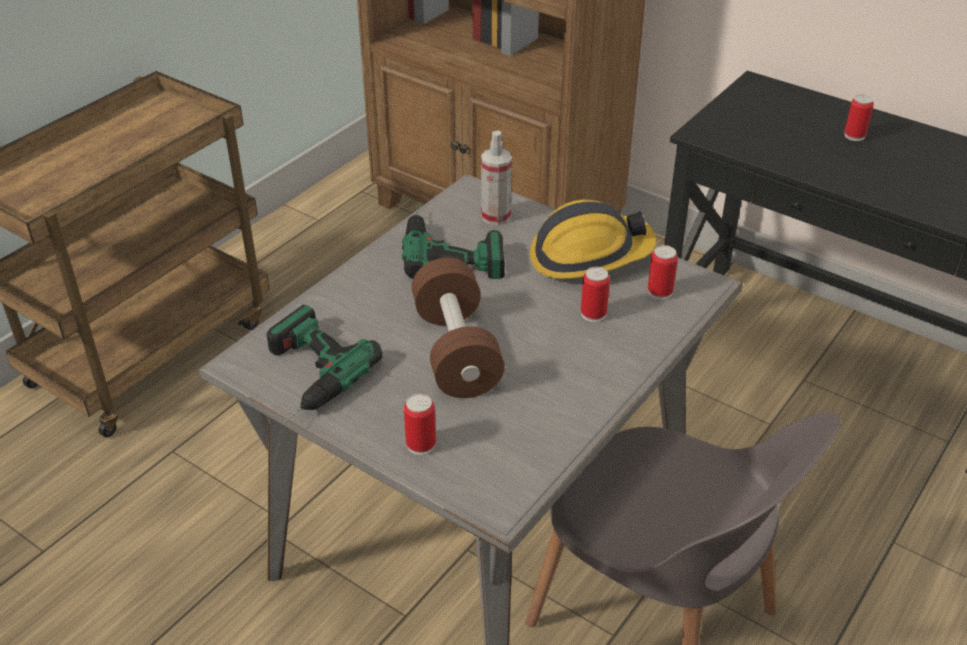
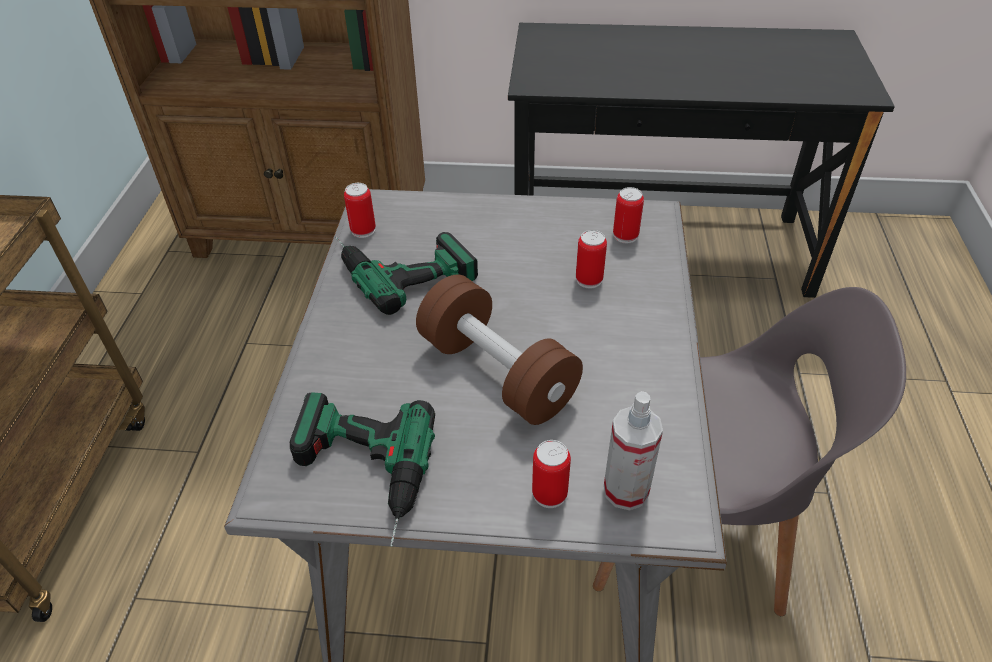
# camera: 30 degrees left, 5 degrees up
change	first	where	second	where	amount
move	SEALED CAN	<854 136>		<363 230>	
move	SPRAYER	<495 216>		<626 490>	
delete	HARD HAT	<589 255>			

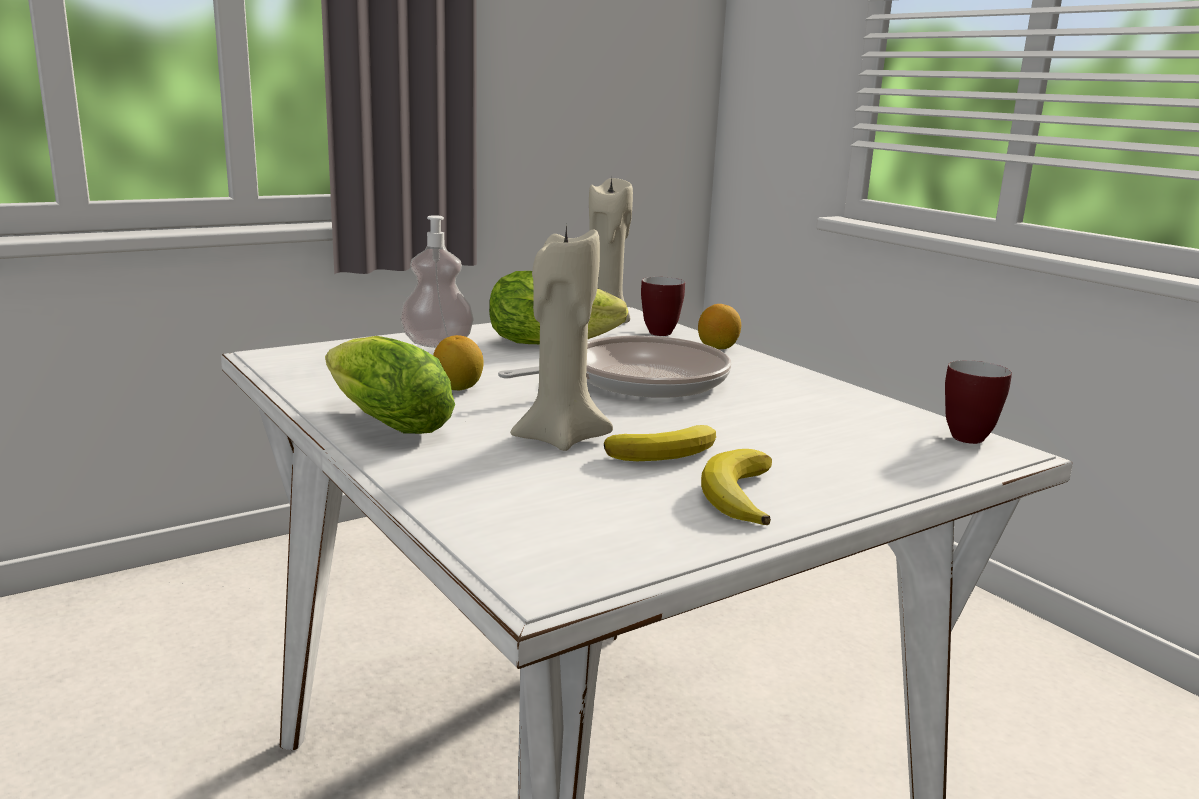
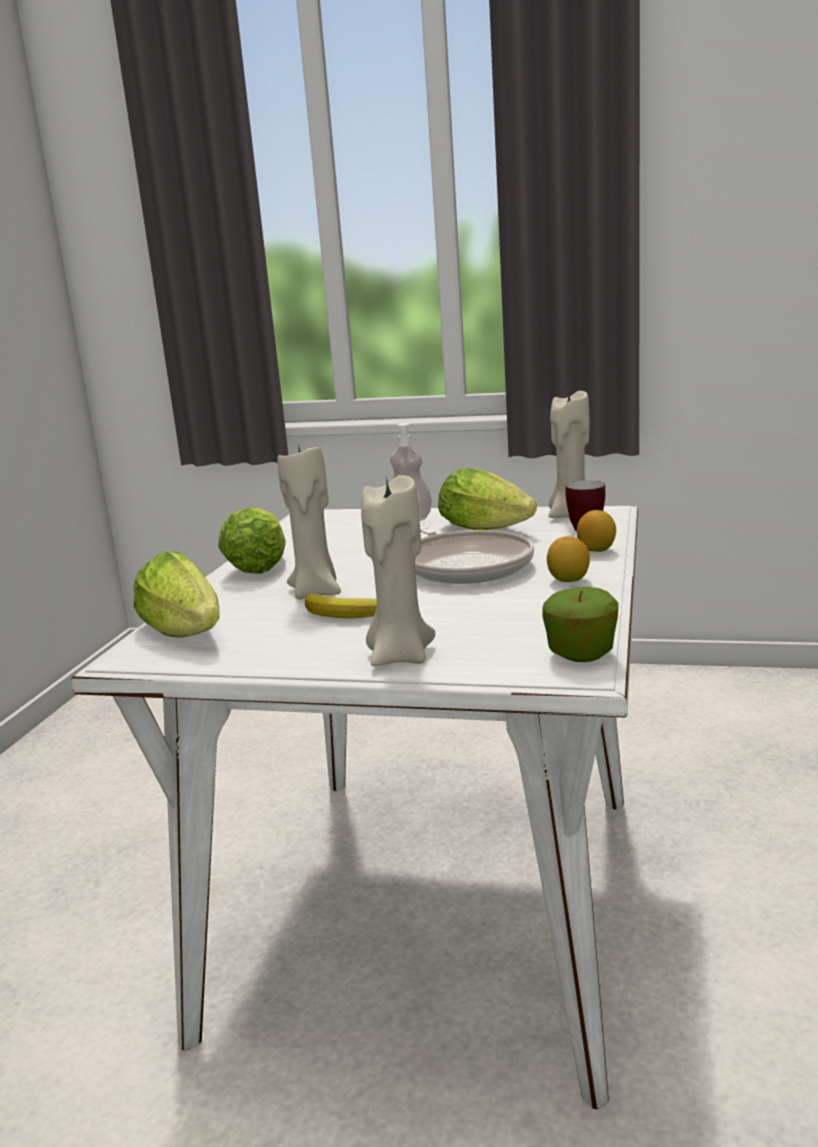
# camera: 50 degrees right, 0 degrees up
change	first	where	second	where	amount
move	WHOLE LEMON	<458 388>		<568 580>	
rotate	PAN	<638 381>		<463 565>	45 degrees clockwise
replace	MUG	<962 435>	APPLE FRUIT	<581 654>	
delete	WHOLE BANANA	<737 494>			
insert			BEIGE WAX CANDLE	<400 656>	
insert			LETTUCE	<186 632>	

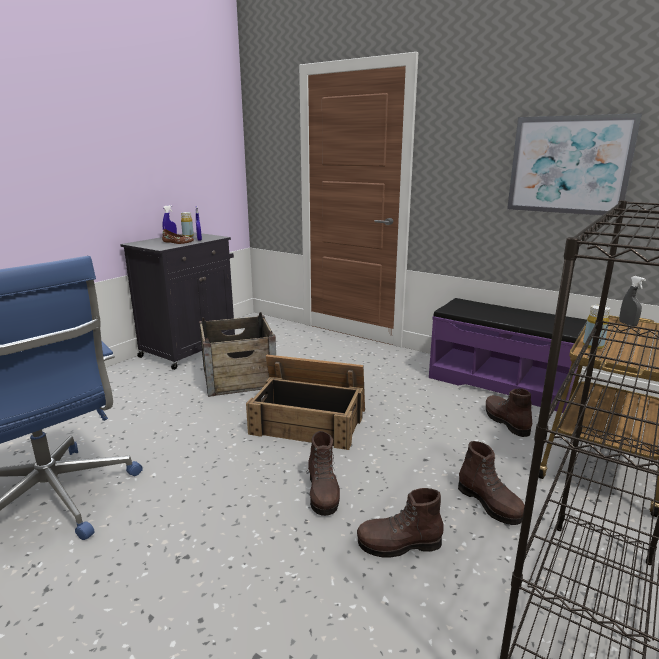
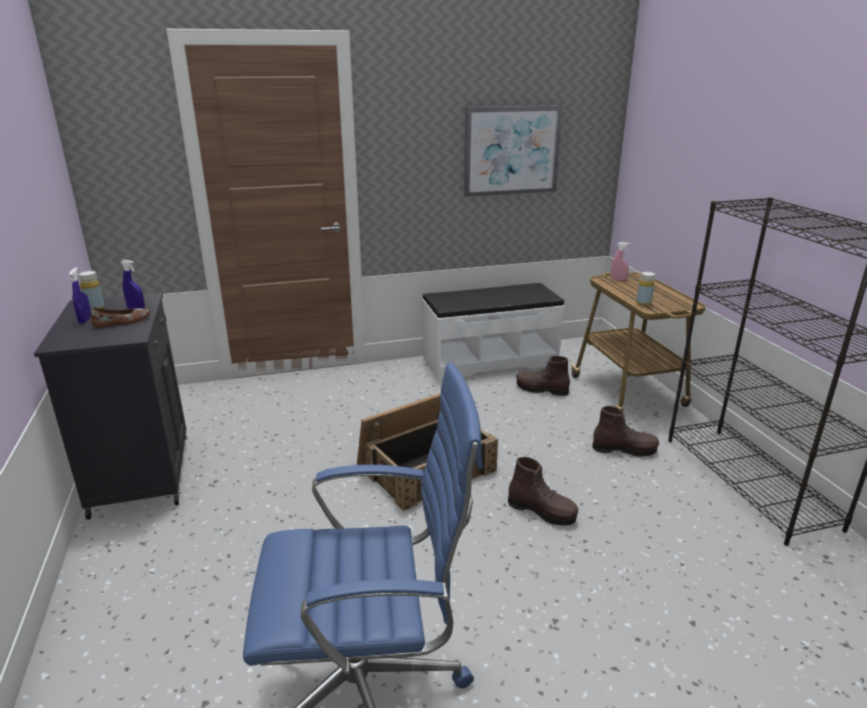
# camera: 50 degrees left, 5 degrees up
change	first	where	second	where	amount
recolor	GREY SPRAYER	<627 324>	PINK SPRAYER	<618 279>	
recolor	PURPLE-COLOURED LONG SEAT	<500 383>	WHITE LONG SEAT	<489 361>	
delete	SHIPPING CRATE	<239 377>			
delete	BROWNISH HIGH-TOP BOOT	<399 544>			

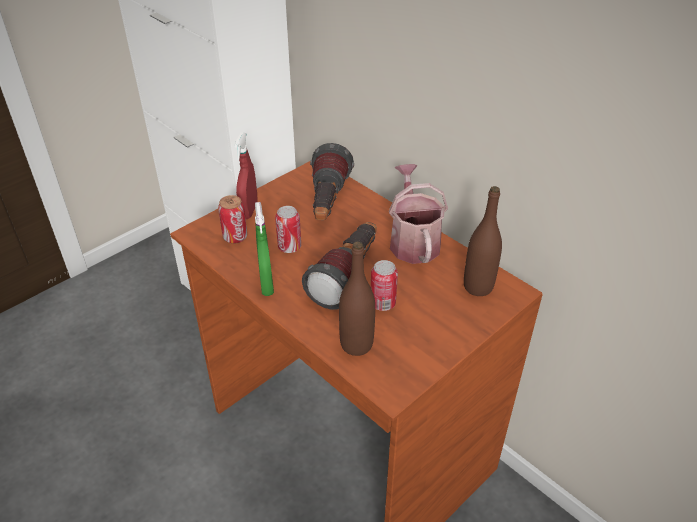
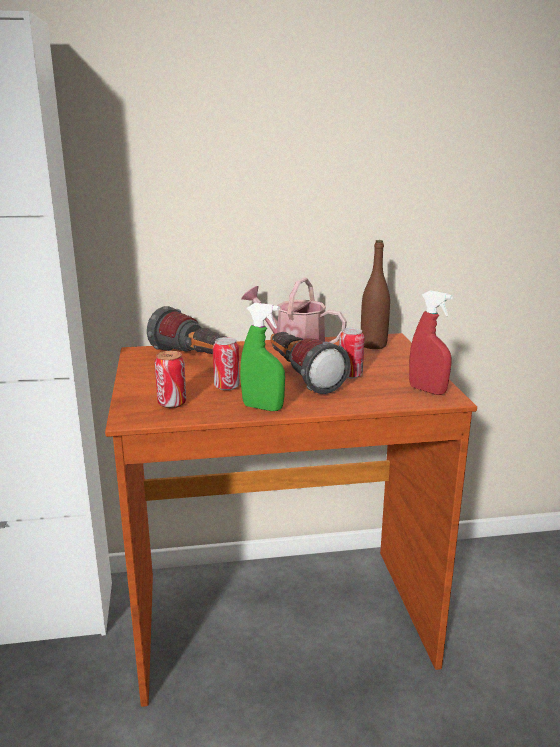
# camera: 55 degrees left, 20 degrees down
change	first	where	second	where	amount
move	REDDISH SPRAYER	<249 211>		<427 390>	
delete	BROWNISH DRINK BOTTLE	<356 344>			

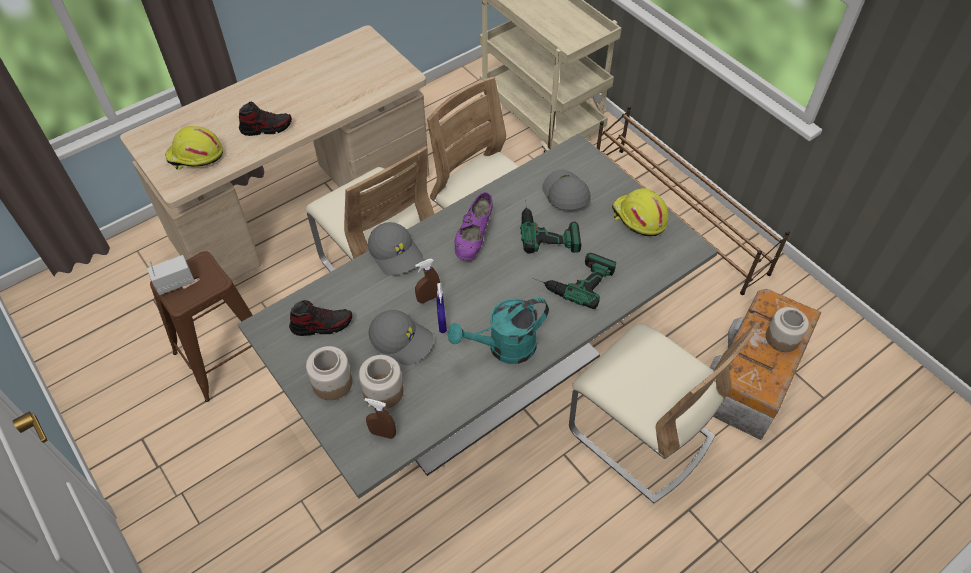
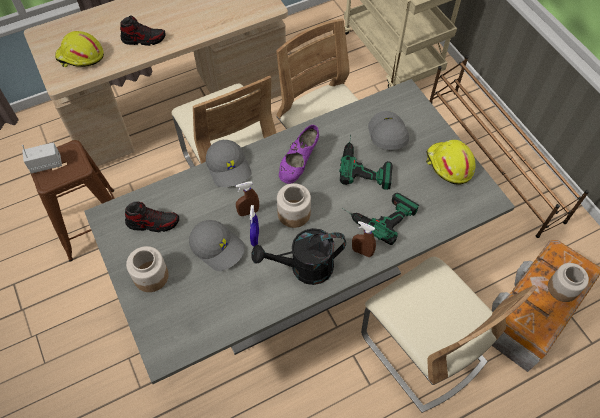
# camera: 10 degrees right, 5 degrees up
change	first	where	second	where	amount
recolor	TURQUOISE WATERING CAN	<504 348>	BLACKISH WATERING CAN	<304 268>	
move	PRESERVE JAR	<382 391>		<293 213>	
move	BROWNISH SPRAYER	<382 433>		<362 252>	

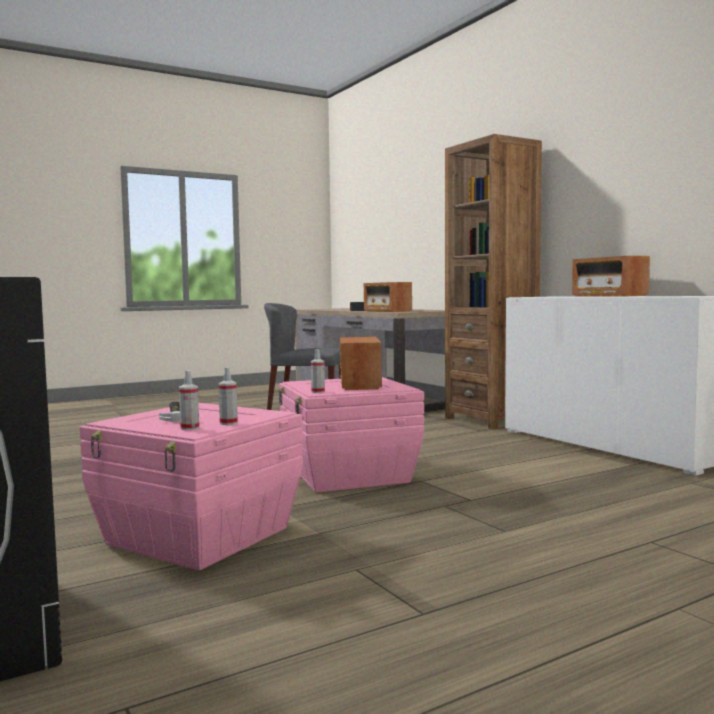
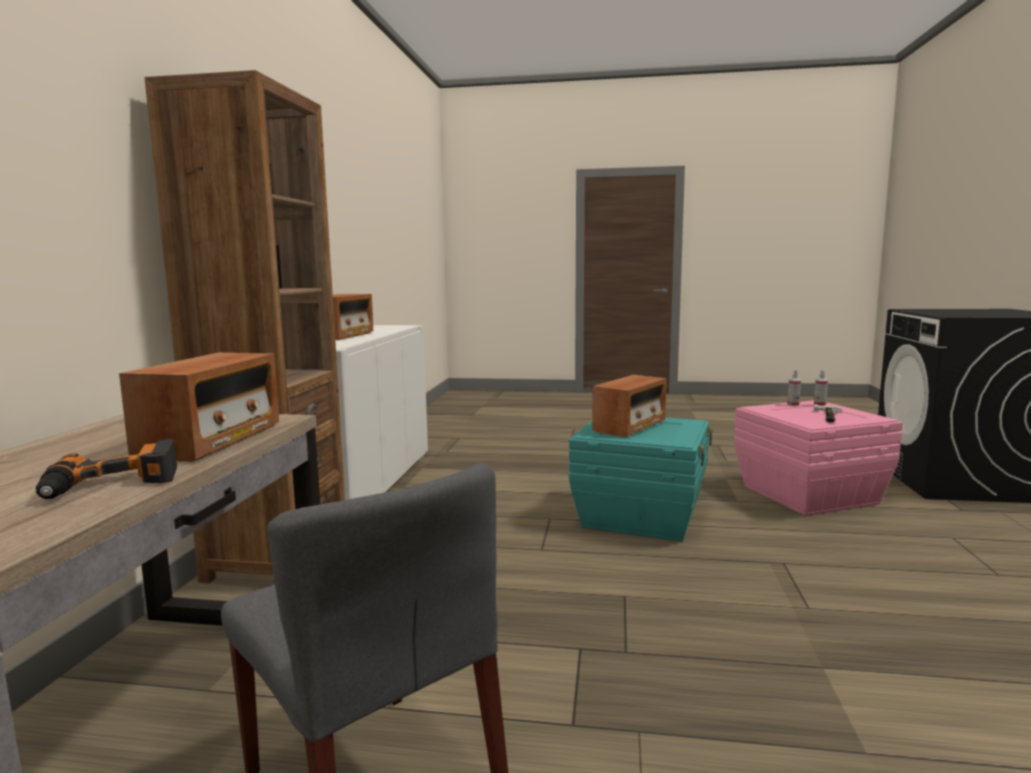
# camera: 140 degrees left, 5 degrees up
change	first	where	second	where	amount
delete	SPRAYER	<318 392>			
recolor	PINK STORAGE CONTAINER	<348 475>	TURQUOISE STORAGE CONTAINER	<641 516>	

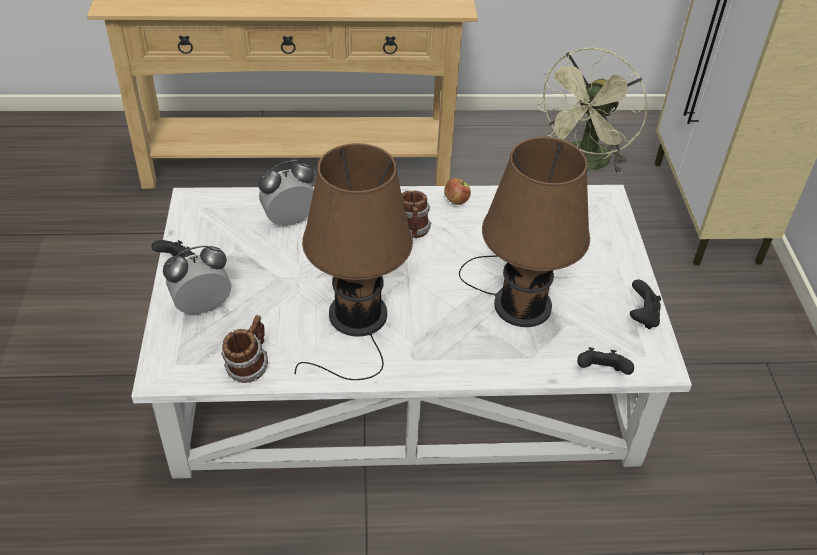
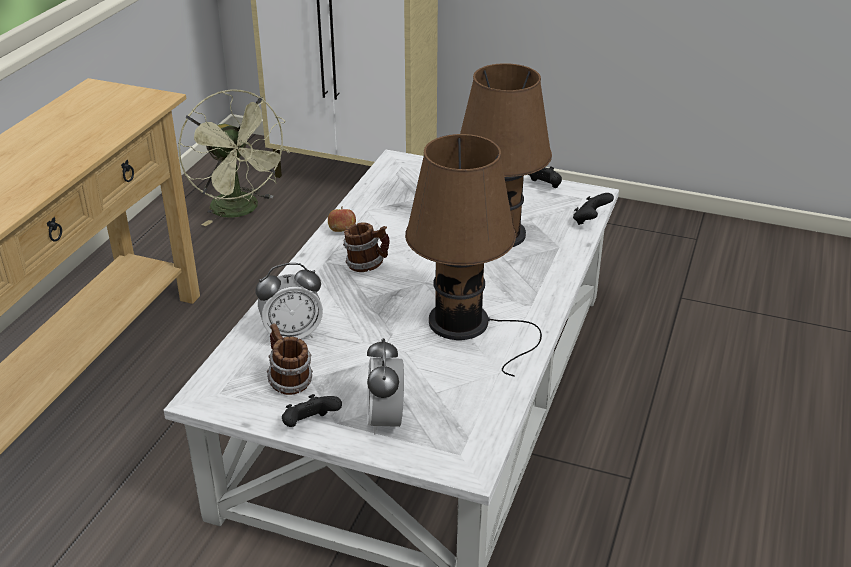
# camera: 65 degrees left, 10 degrees down
change	first	where	second	where	amount
rotate	TABLE CLOCK	<289 220>		<292 334>	105 degrees counterclockwise
move	MUG	<248 366>		<288 381>	

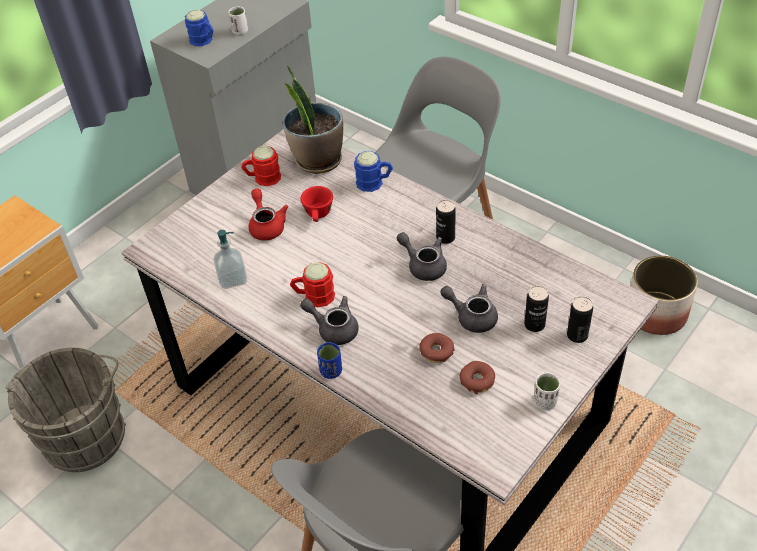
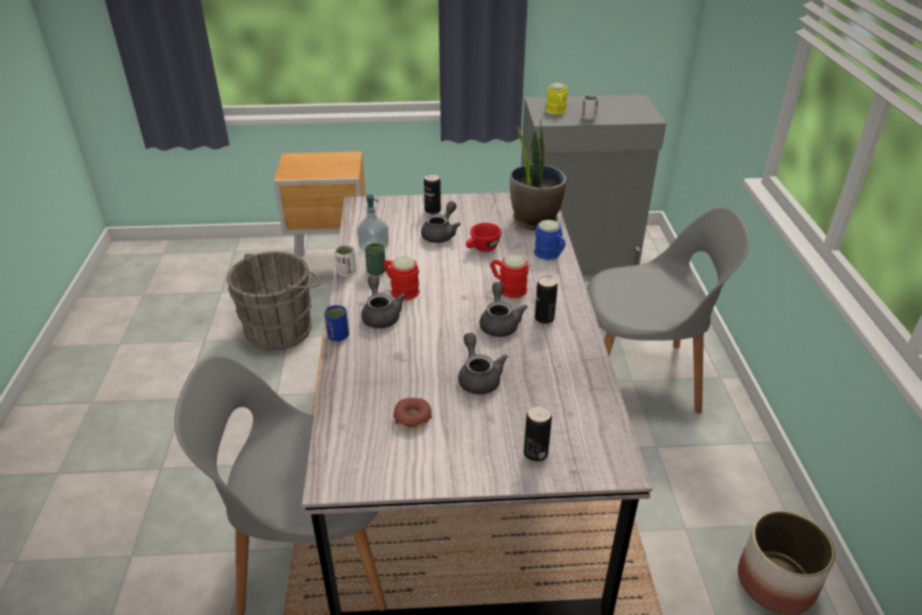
# camera: 45 degrees right, 10 degrees down
change	first	where	second	where	amount
recolor	BLUE-COLOURED MUG	<204 41>	YELLOWISH MUG	<556 112>	
move	REDDISH MUG	<262 178>		<508 288>	
recolor	REDDISH TEA POT	<266 225>	GREY TEA POT	<441 234>	
move	SEALED CAN	<534 324>		<432 210>	
delete	DONUT	<436 351>			
move	WHITE SMALL CUP	<545 402>		<347 273>	
insert			GREEN-COLOURED SMALL CUP	<376 271>	

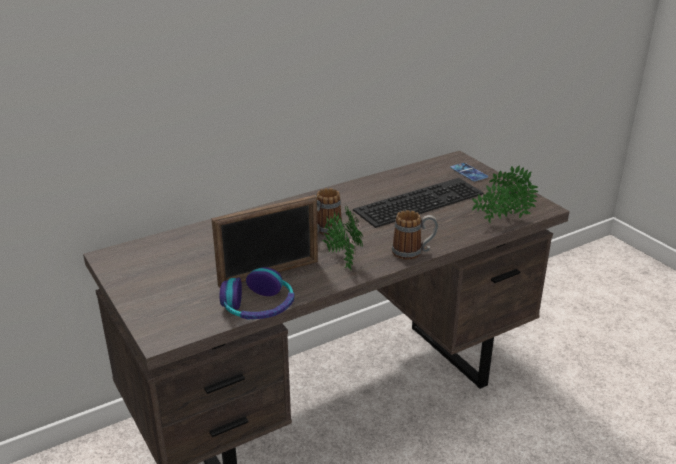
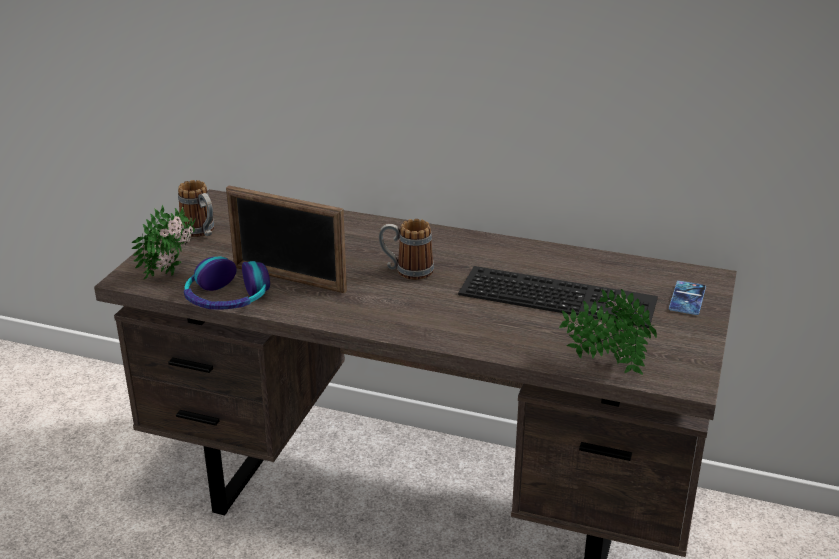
# camera: 50 degrees right, 0 degrees up
change	first	where	second	where	amount
move	PLANT IN A POT	<342 259>		<174 270>	
move	MUG	<413 252>		<201 232>	

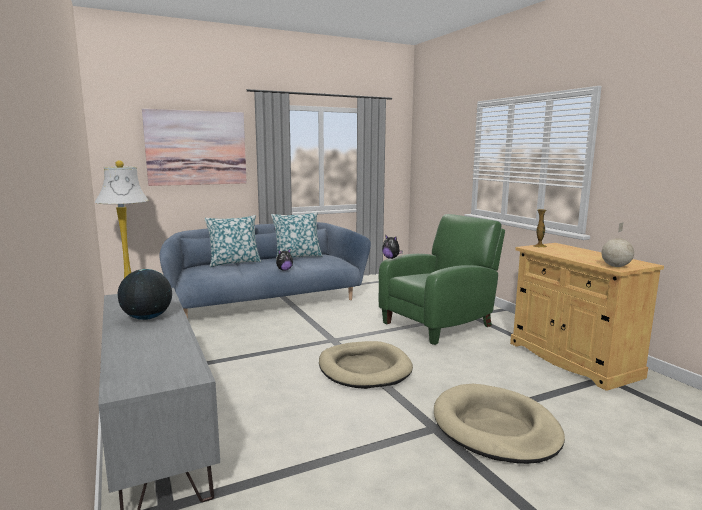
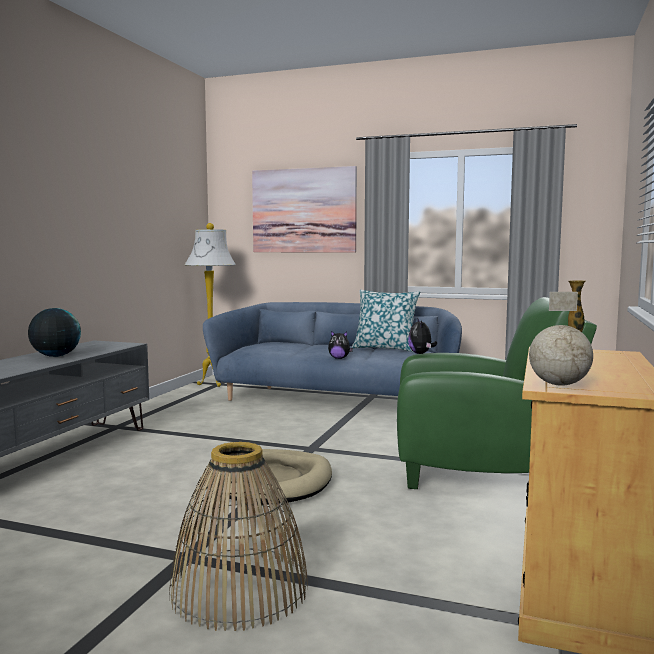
# camera: 45 degrees right, 5 degrees down
change	first	where	second	where	amount
delete	PILLOW	<234 262>			
replace	BEIGE DOG CUSHION	<495 428>	BASKET	<239 589>	

